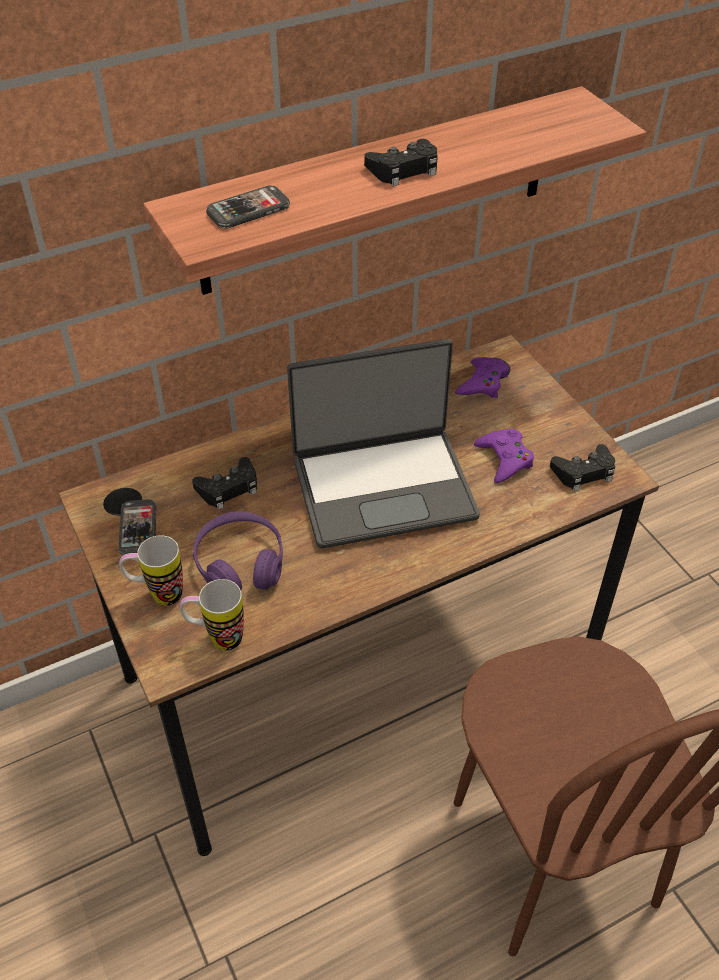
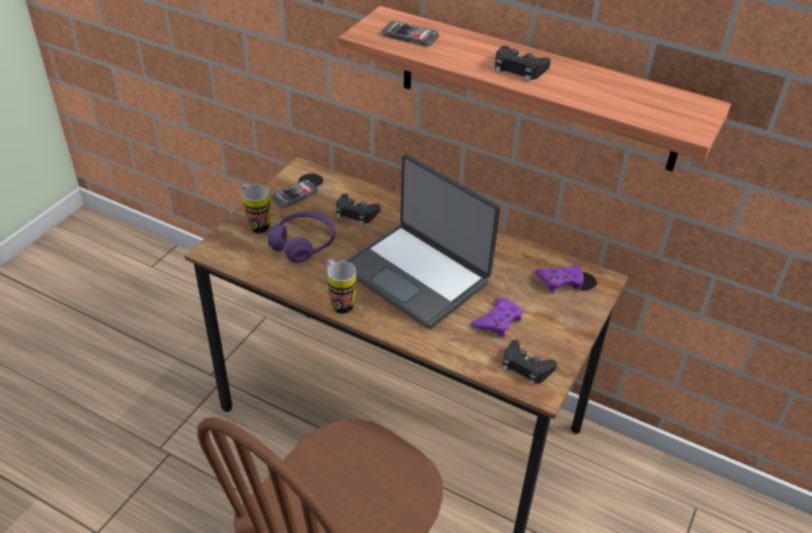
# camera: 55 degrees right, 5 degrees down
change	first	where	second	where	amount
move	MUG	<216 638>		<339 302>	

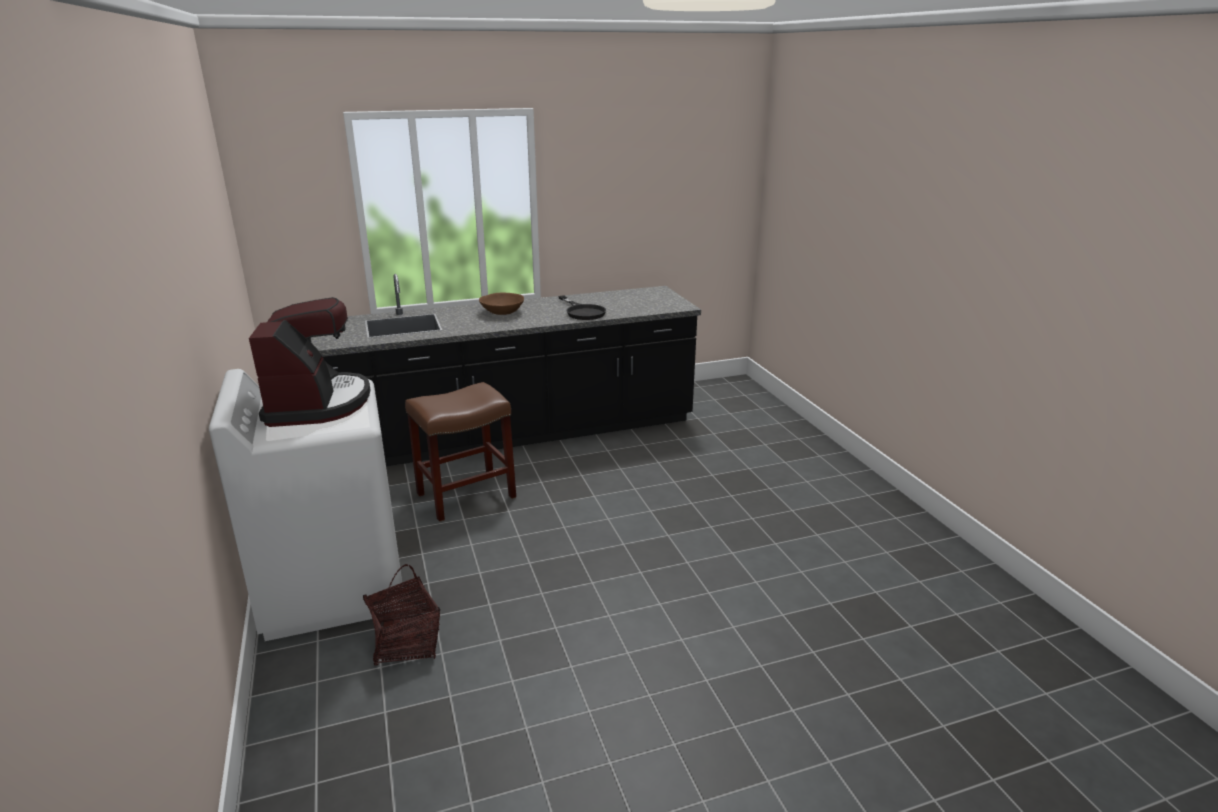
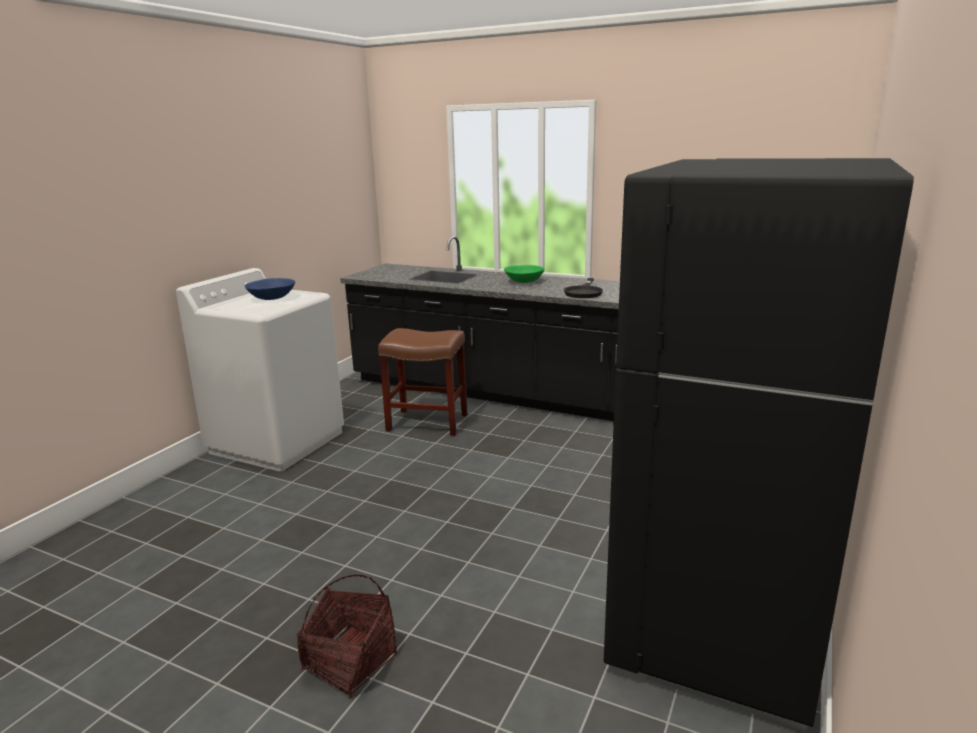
# camera: 45 degrees right, 5 degrees down
change	first	where	second	where	amount
recolor	BROWNISH DEEP DISH	<502 312>	GREEN-COLOURED DEEP DISH	<524 281>	
replace	COFFEE BREWER	<317 403>	BLUE-COLOURED DEEP DISH	<271 298>	
move	BASKET	<406 643>		<349 662>	
insert			BLACKISH FRIDGE	<718 627>	

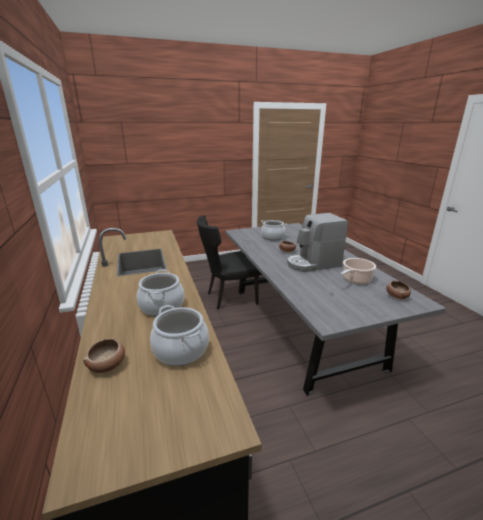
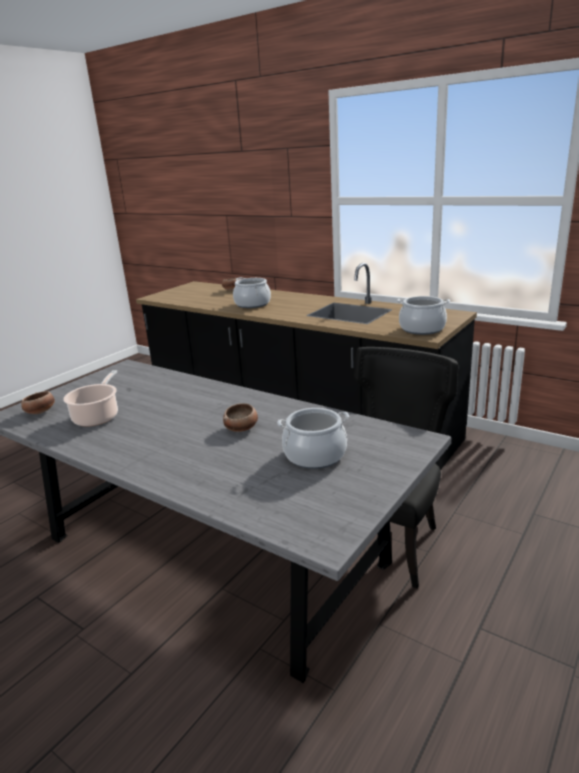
# camera: 145 degrees right, 0 degrees up
change	first	where	second	where	amount
delete	COFFEE BREWER	<313 264>			
move	SAUCEPOT	<181 350>		<422 329>	

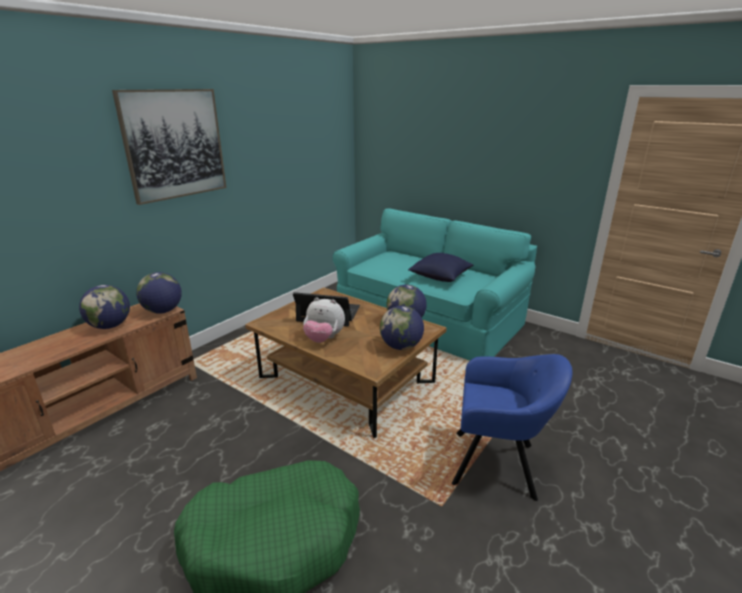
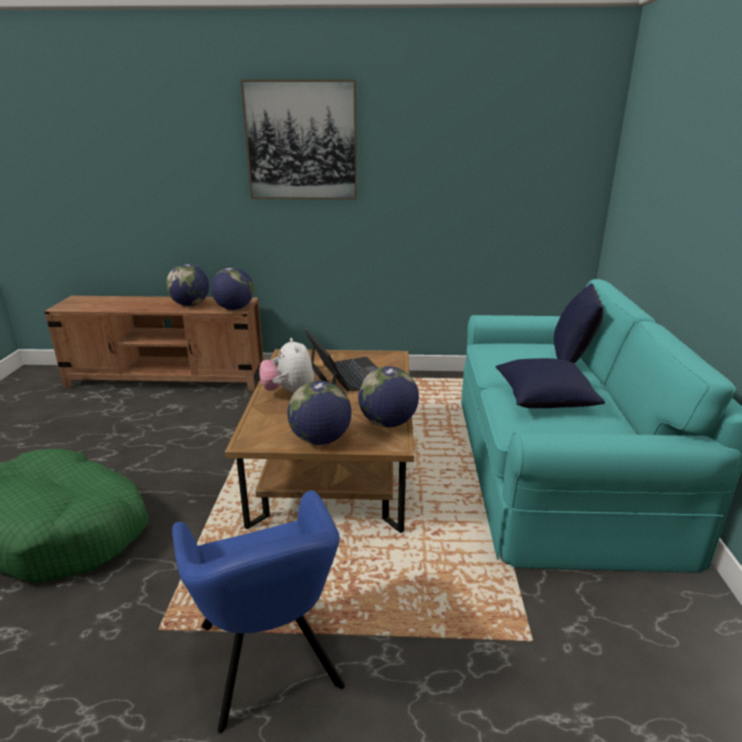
# camera: 55 degrees right, 0 degrees up
change	first	where	second	where	amount
insert			BLUE-COLOURED PILLOW	<572 359>	

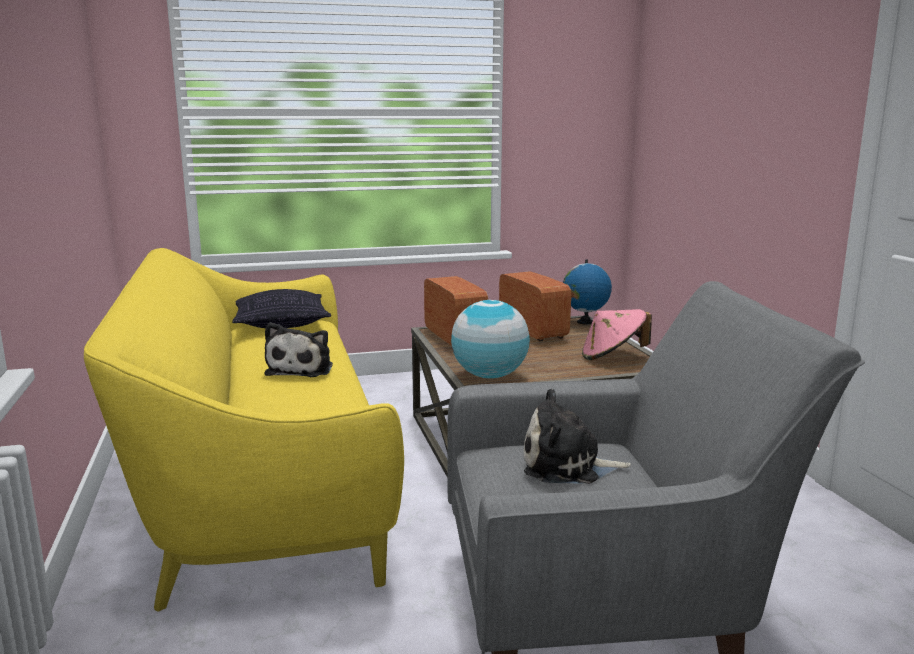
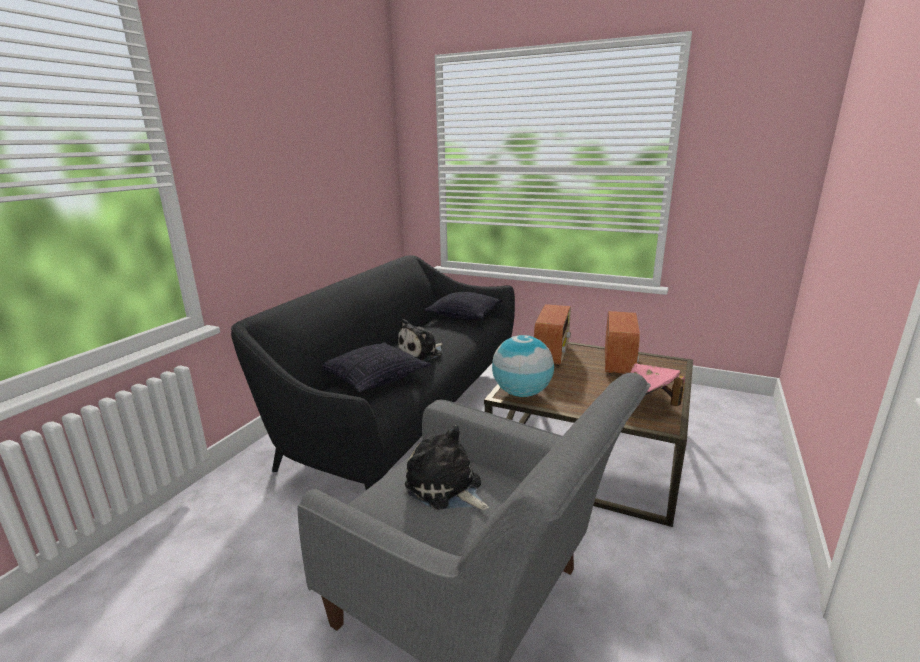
# camera: 40 degrees right, 5 degrees up
change	first	where	second	where	amount
recolor	YELLOWISH SETTEE	<260 475>	BLACKISH SETTEE	<404 410>	
delete	GLOBE	<584 322>			
insert			PILLOW	<374 378>	

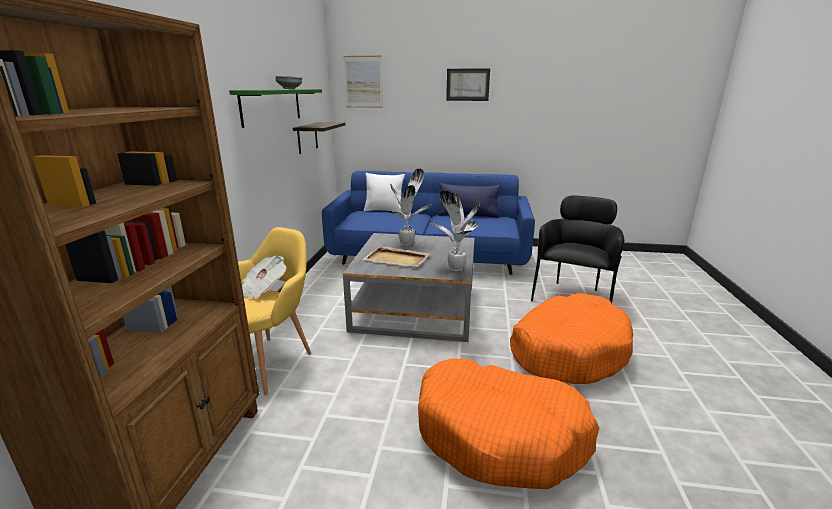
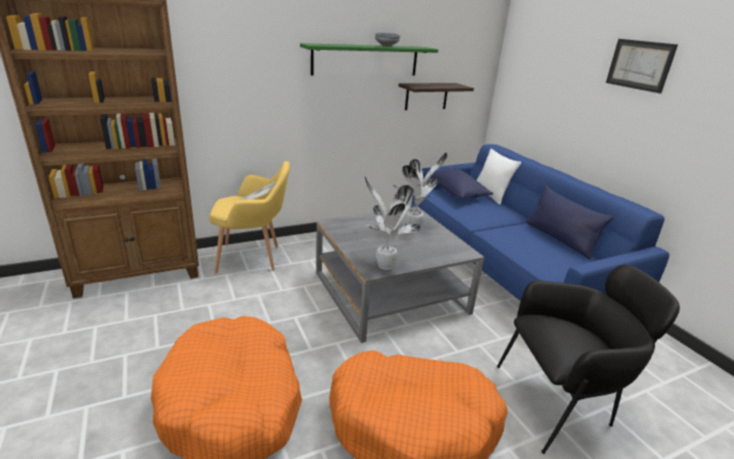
# camera: 55 degrees right, 5 degrees up
change	first	where	second	where	amount
delete	PICTURE	<363 82>			
delete	BEIGE SERVING TRAY	<397 259>			
insert			BLUE-COLOURED PILLOW	<456 192>	

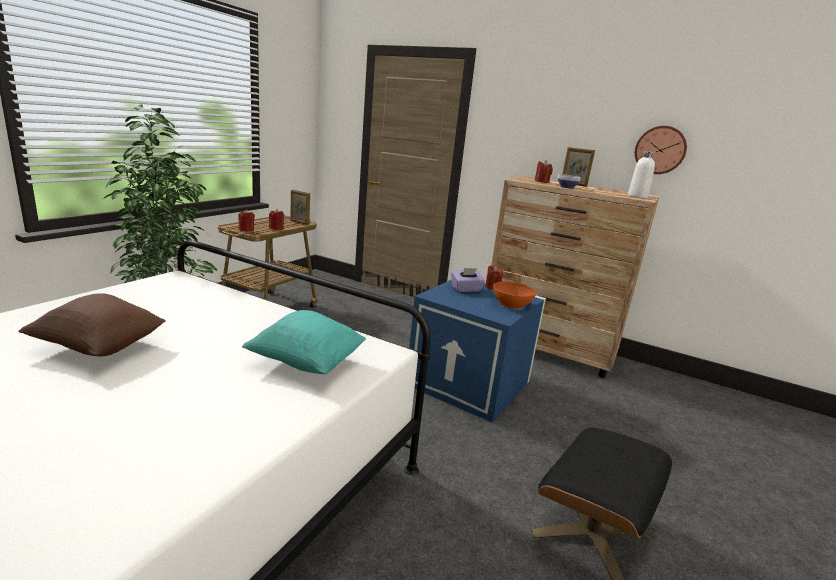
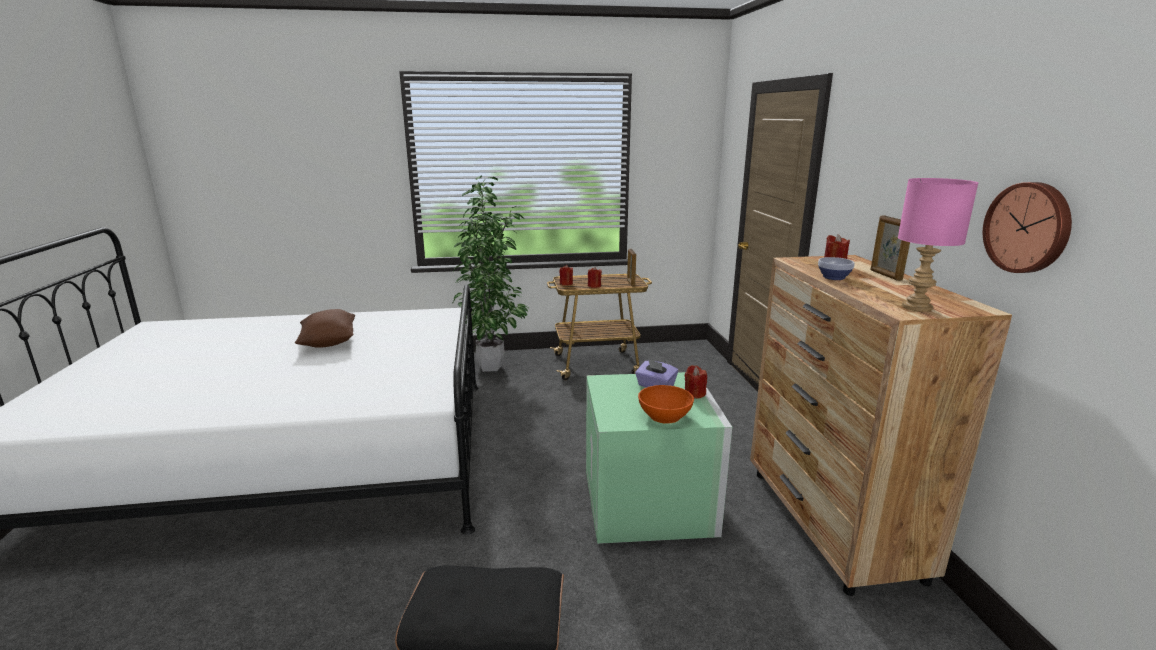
# camera: 55 degrees right, 0 degrees up
change	first	where	second	where	amount
replace	WHITE DRINK BOTTLE	<637 197>	PINK TABLETOP LAMP	<917 307>	
recolor	BLUE-COLOURED STORAGE CONTAINER	<471 383>	GREEN-COLOURED STORAGE CONTAINER	<650 502>	
delete	TURQUOISE PILLOW	<306 363>			

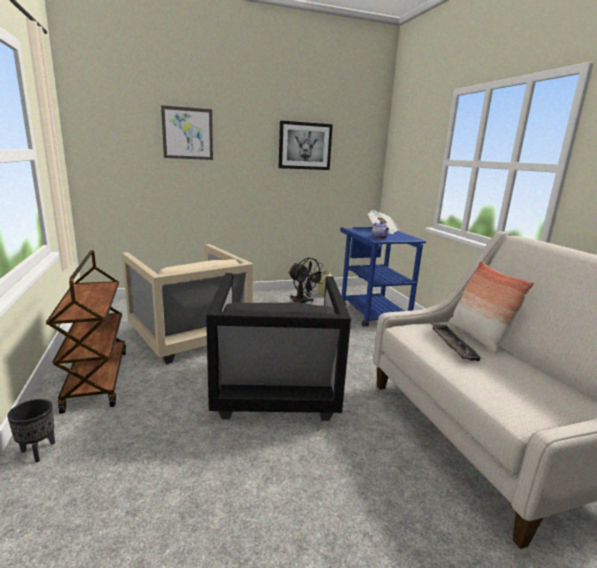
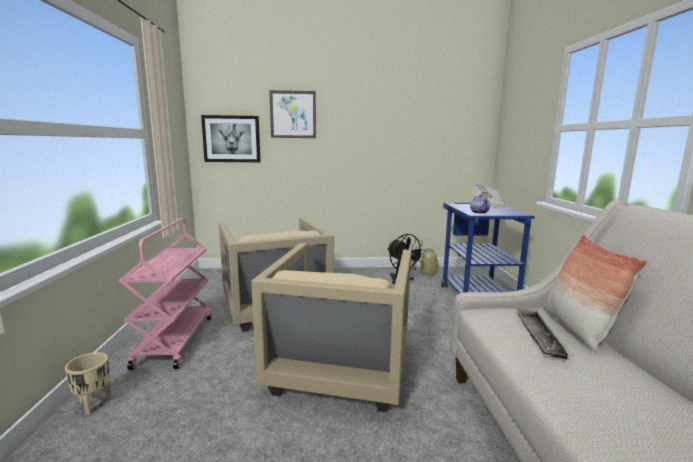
# camera: 15 degrees right, 5 degrees down
change	first	where	second	where	amount
move	PICTURE	<305 146>		<231 139>	
recolor	BROWNISH WHEELED CART	<96 378>	PINK WHEELED CART	<175 340>	
recolor	BLACKISH EASY CHAIR	<275 388>	BEIGE EASY CHAIR	<340 368>	
recolor	BLACKISH PLANT POT	<37 451>	BEIGE PLANT POT	<93 404>	

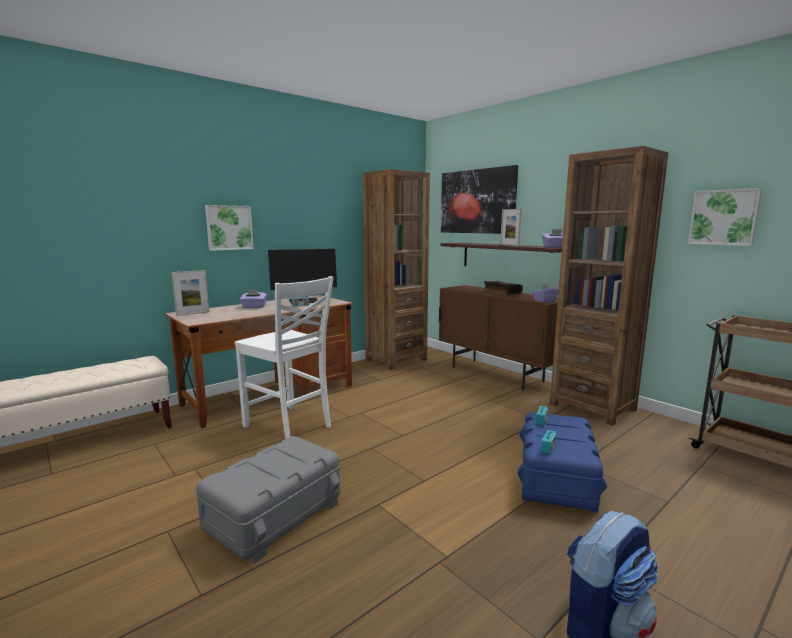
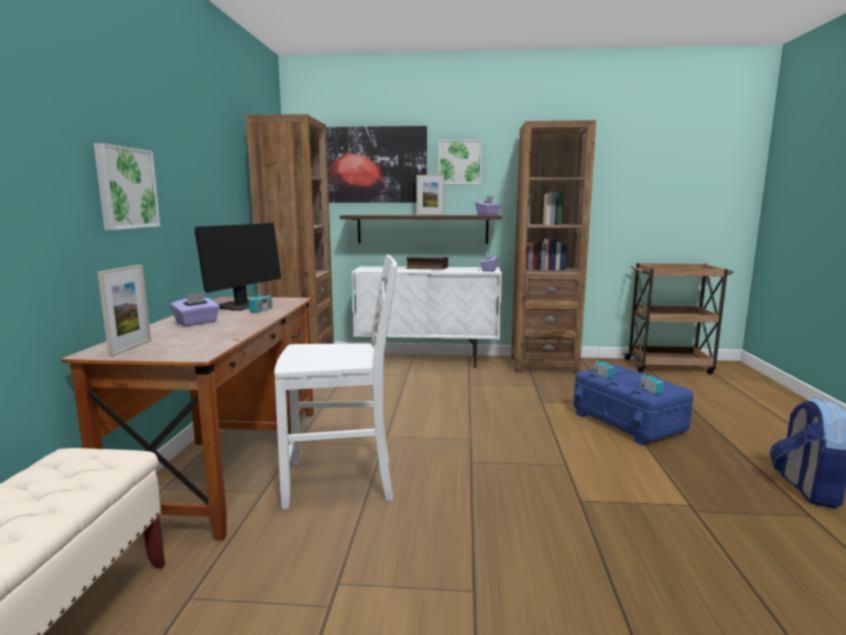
# camera: 45 degrees left, 0 degrees up
change	first	where	second	where	amount
move	PICTURE	<724 217>		<460 162>	
recolor	BROWNISH CUPBOARD	<496 374>	WHITE CUPBOARD	<427 360>	
delete	GREY STORAGE CONTAINER	<274 515>			

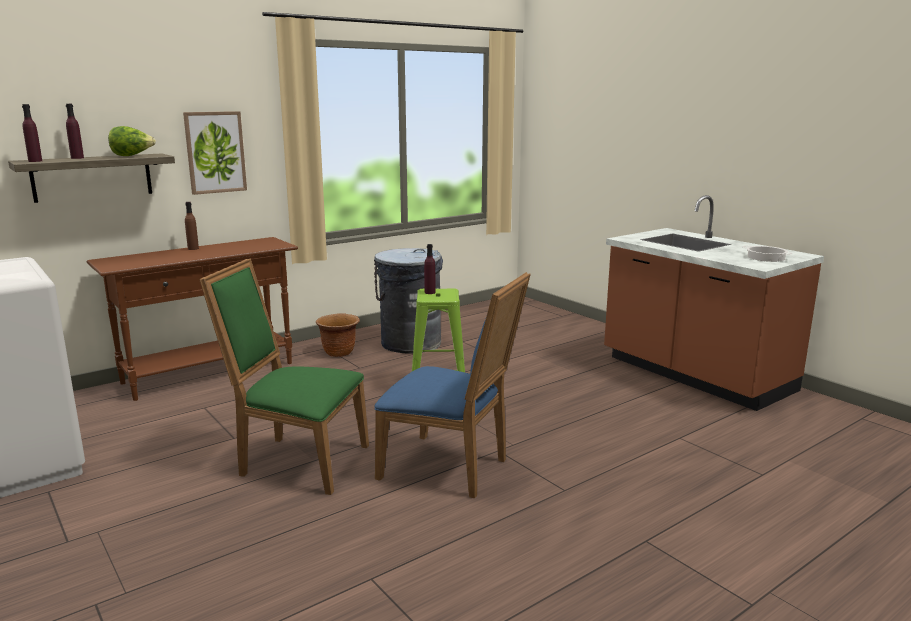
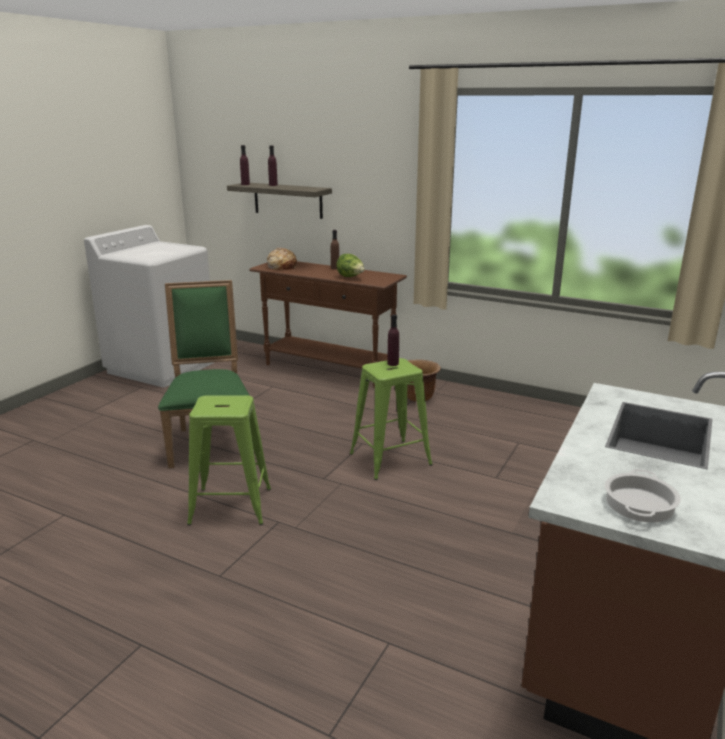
# camera: 65 degrees right, 5 degrees up
change	first	where	second	where	amount
delete	PICTURE	<215 152>			
move	LETTUCE	<132 156>		<351 277>	
delete	GREY TRASH CAN	<410 343>			
replace	BLUE-COLOURED PLAIN CHAIR	<451 468>	GREEN-COLOURED SITTING STOOL	<231 506>	
insert			BAKED BREAD	<281 266>	

